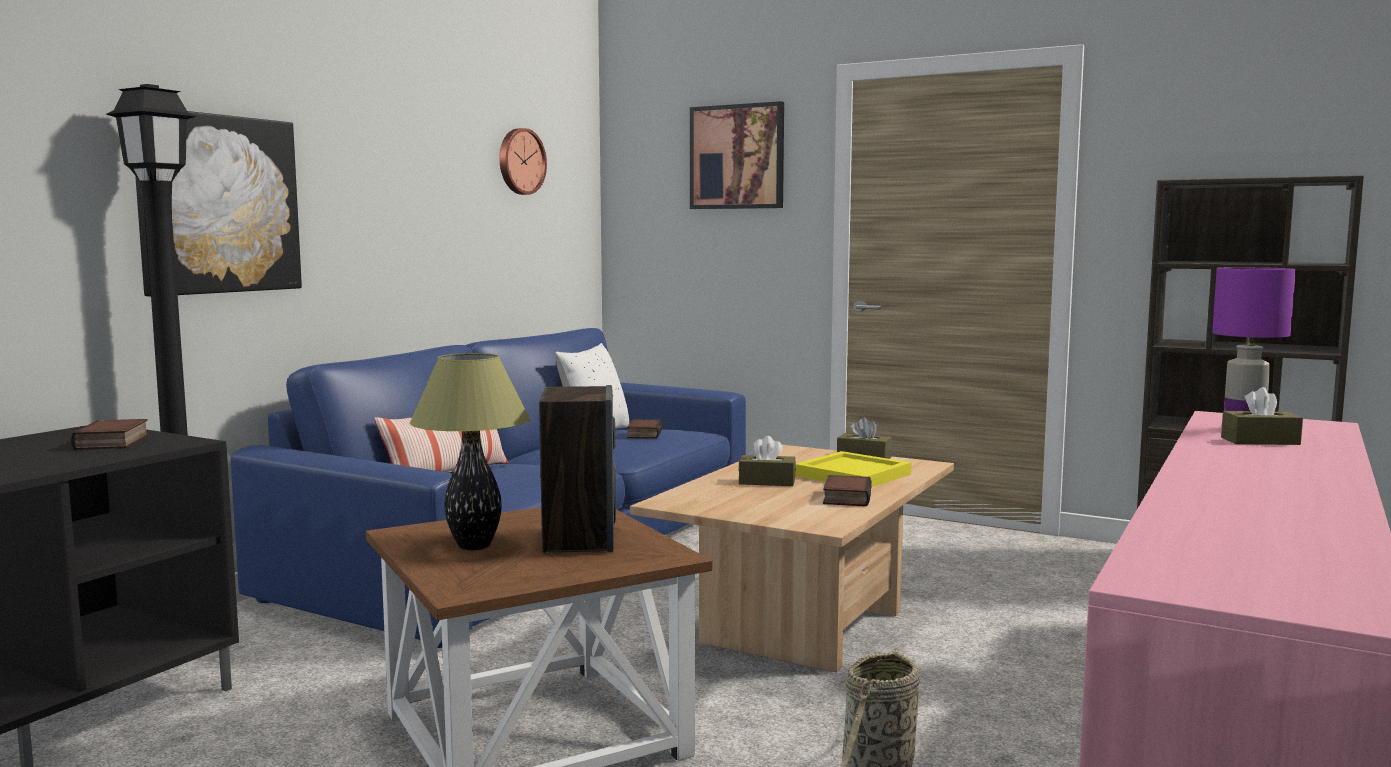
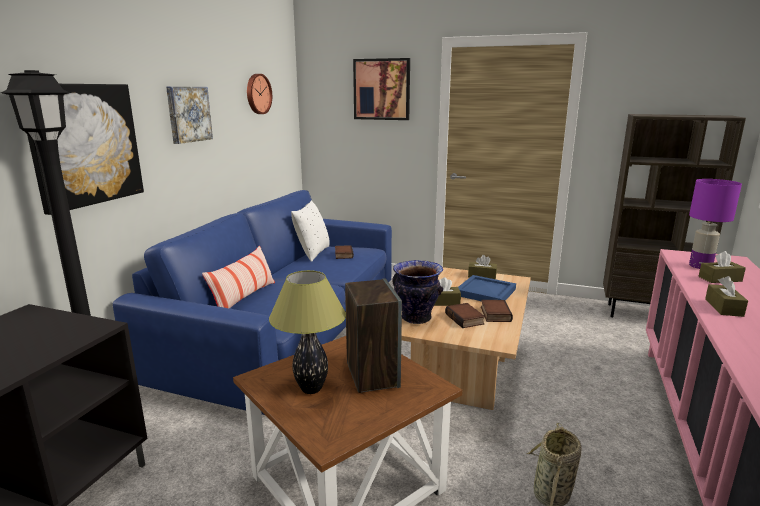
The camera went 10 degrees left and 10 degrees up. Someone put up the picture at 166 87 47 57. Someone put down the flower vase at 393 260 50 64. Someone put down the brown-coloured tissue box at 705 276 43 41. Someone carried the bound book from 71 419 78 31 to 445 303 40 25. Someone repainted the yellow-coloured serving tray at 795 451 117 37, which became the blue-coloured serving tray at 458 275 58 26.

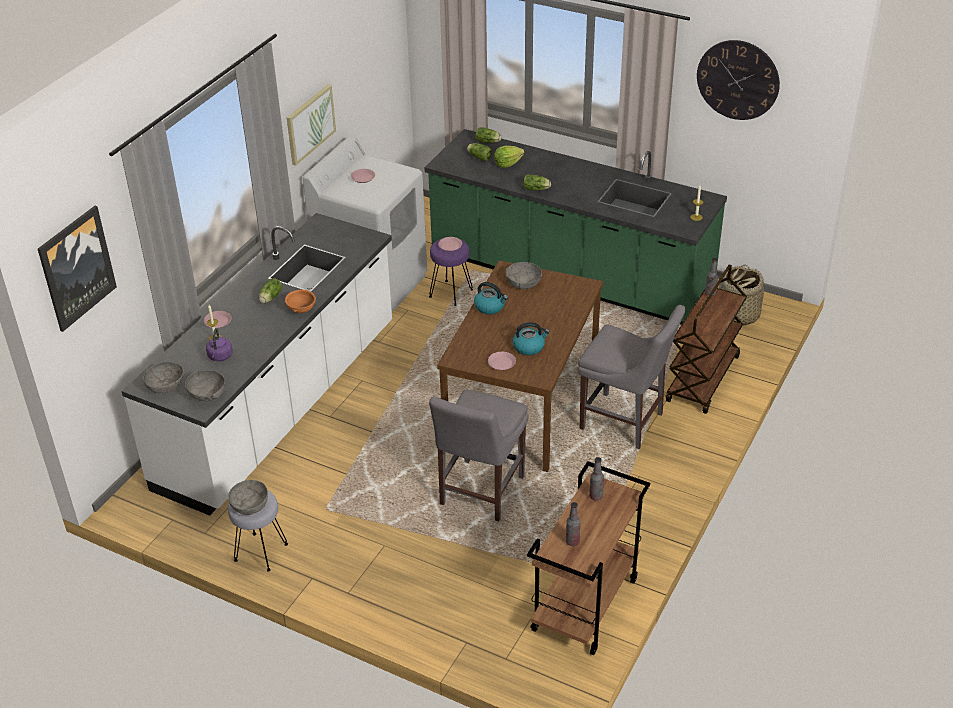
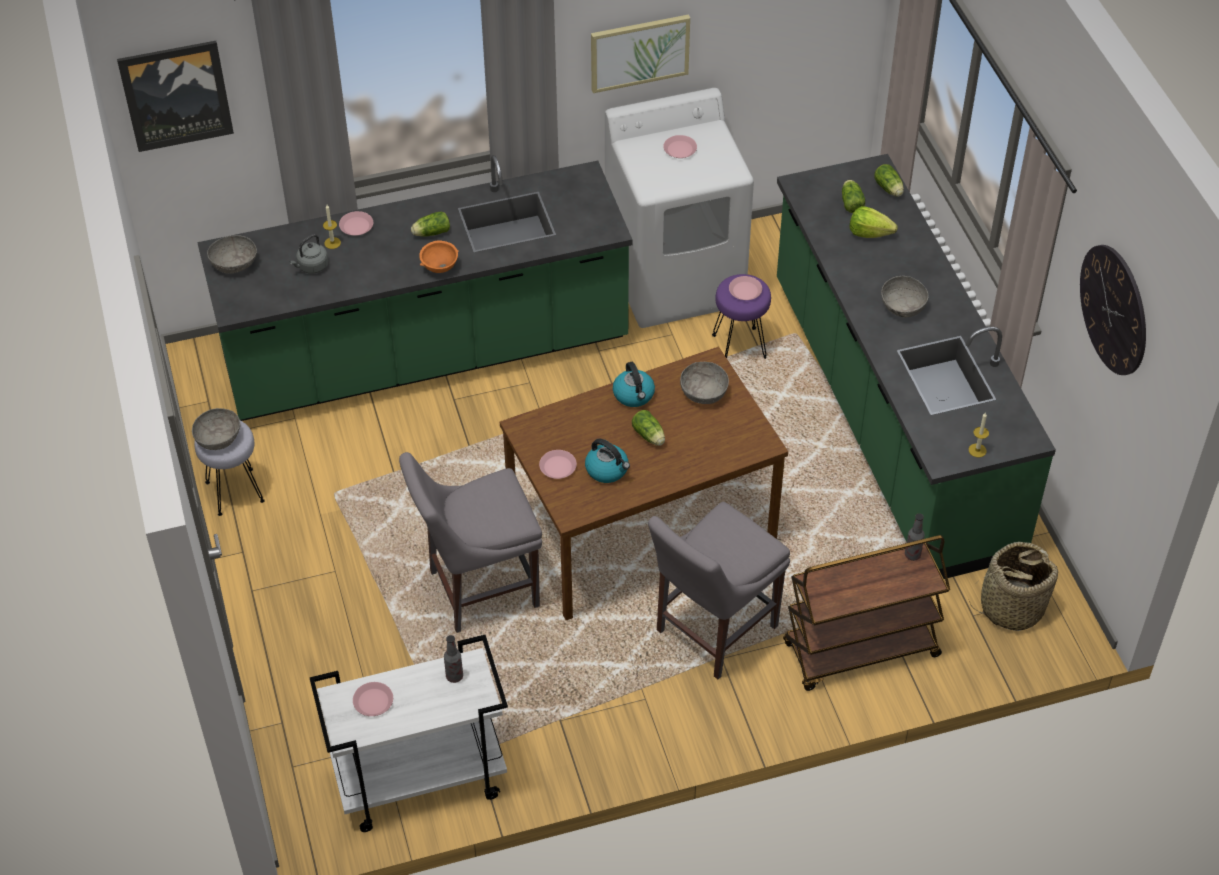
The camera went 45 degrees right and 10 degrees up. Someone carried the greyish serving bowl from 185 370 40 31 to 881 276 47 41. Someone carried the lettuce from 523 174 28 16 to 632 410 33 36. Someone swapped the beverage bottle at 566 502 14 44 for the pink-coloured plate at 353 682 40 34. Someone repainted the white counter at 121 213 271 303, which became the greenish counter at 197 155 435 266. Someone repainted the purplish water kettle at 206 328 27 33, which became the greyish water kettle at 289 234 39 40. Someone repainted the brown-coloured cart at 527 461 123 194, which became the white cart at 310 635 198 197. Someone rotated the greyish chair at 578 305 107 144 by 60 degrees clockwise.

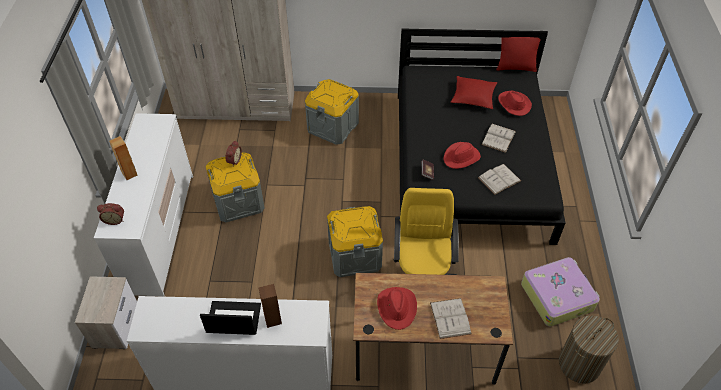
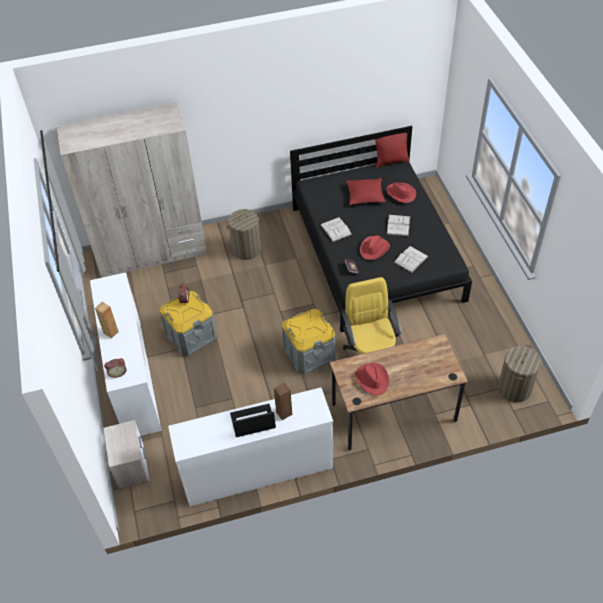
The camera went 15 degrees left and 0 degrees up. Someone took away the suitcase at 521 257 79 70. Someone carried the white bound book from 430 298 42 41 to 320 217 32 25. Someone swapped the greyish storage box at 305 79 54 66 for the hamper at 226 209 35 51.

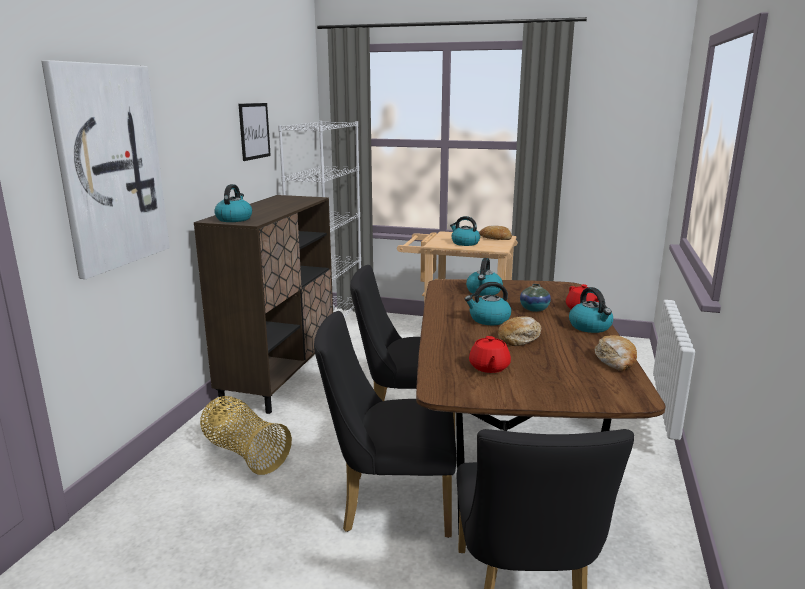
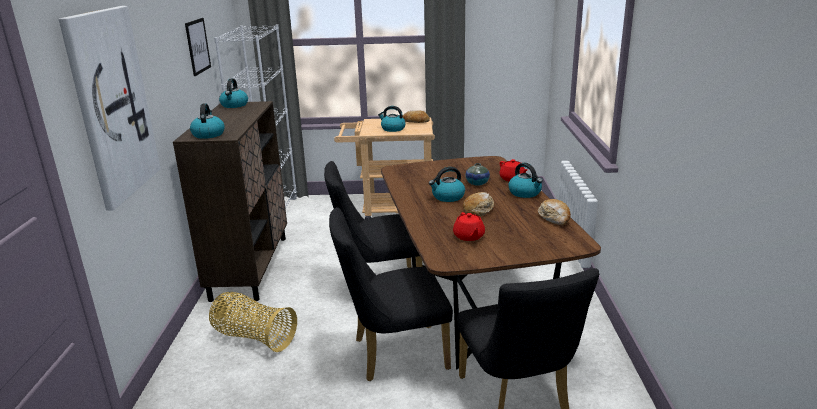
The camera went 15 degrees left and 5 degrees up. Someone carried the water kettle from 466 258 37 38 to 219 79 29 29.

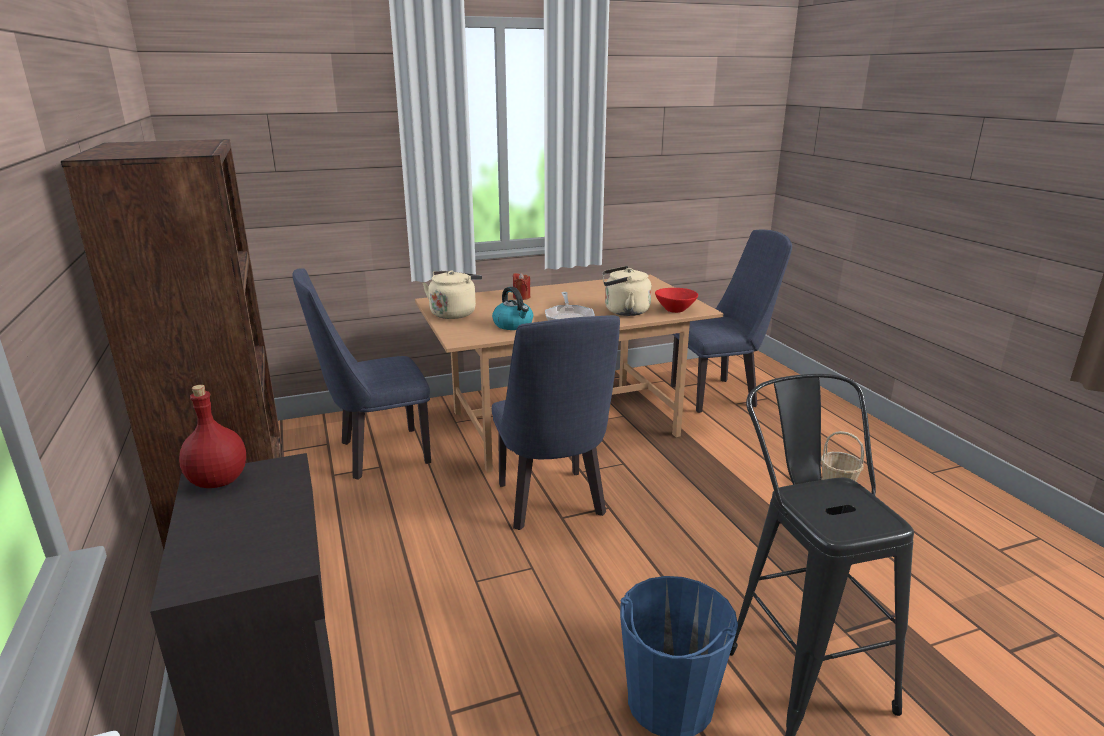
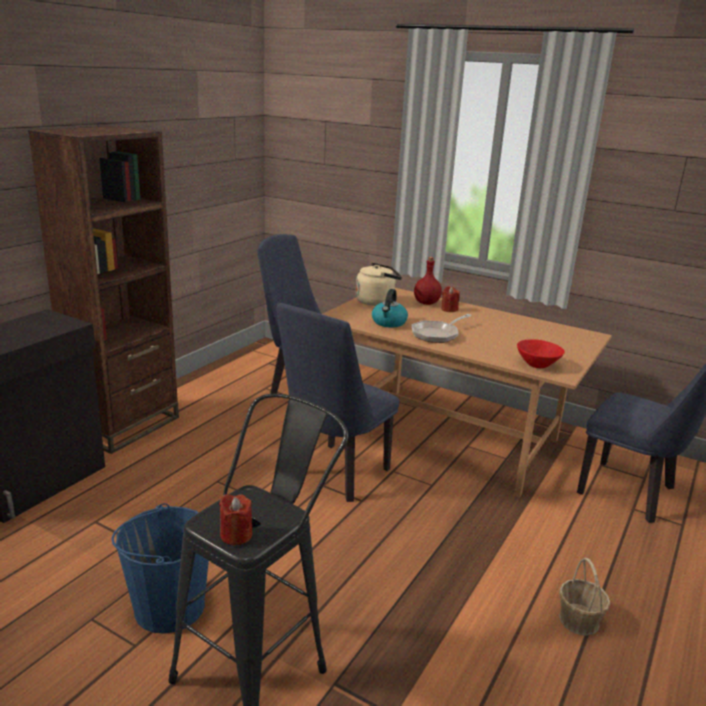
The camera went 50 degrees right and 0 degrees up. Someone took away the sand-coloured water kettle at 602 266 50 50. Someone put down the red-coloured candle at 219 494 33 51. Someone carried the red-coloured beverage bottle from 179 385 67 103 to 414 257 28 48.

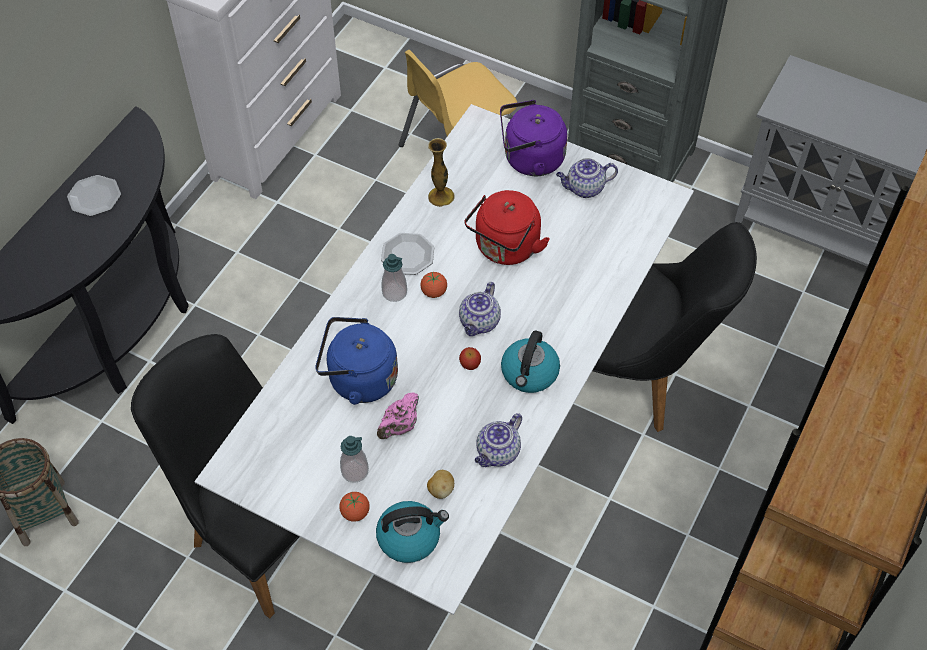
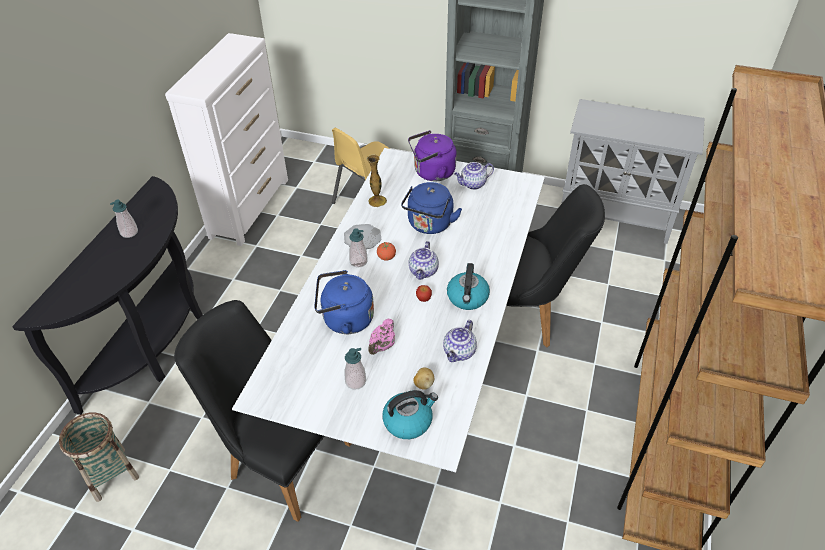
The camera went 10 degrees left and 10 degrees down. Someone took away the whole tomato at 339 492 31 30. Someone swapped the plate at 67 175 54 41 for the liquid soap bottle at 110 200 28 38. Someone repainted the red-coloured water kettle at 464 190 86 75, which became the blue-coloured water kettle at 401 182 61 52.

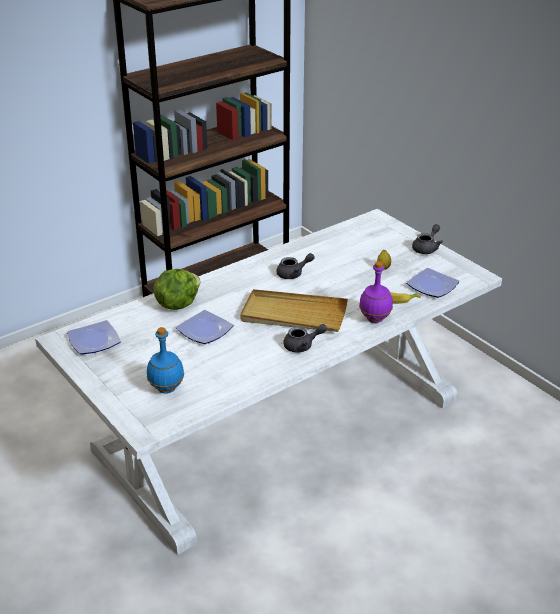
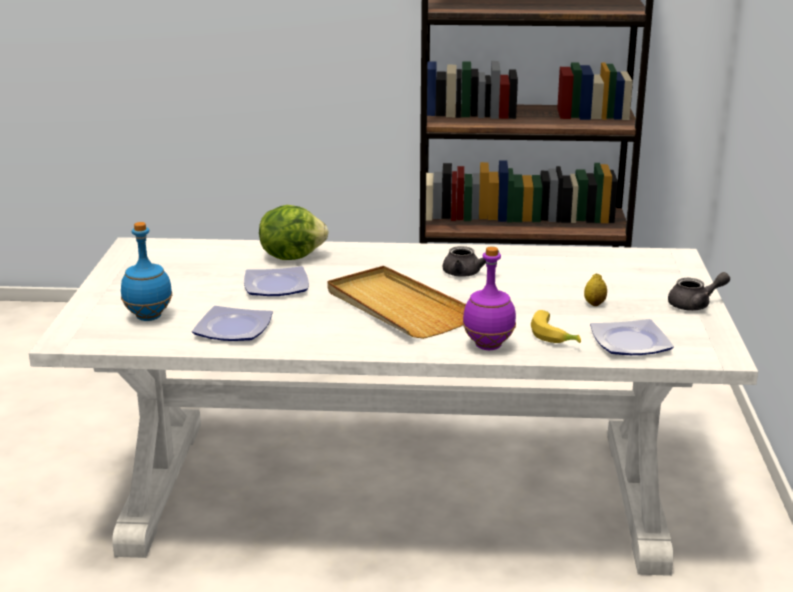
The camera went 40 degrees right and 10 degrees down. Someone took away the greyish teapot at 283 324 44 29. Someone carried the plate from 67 320 54 34 to 192 306 81 35.

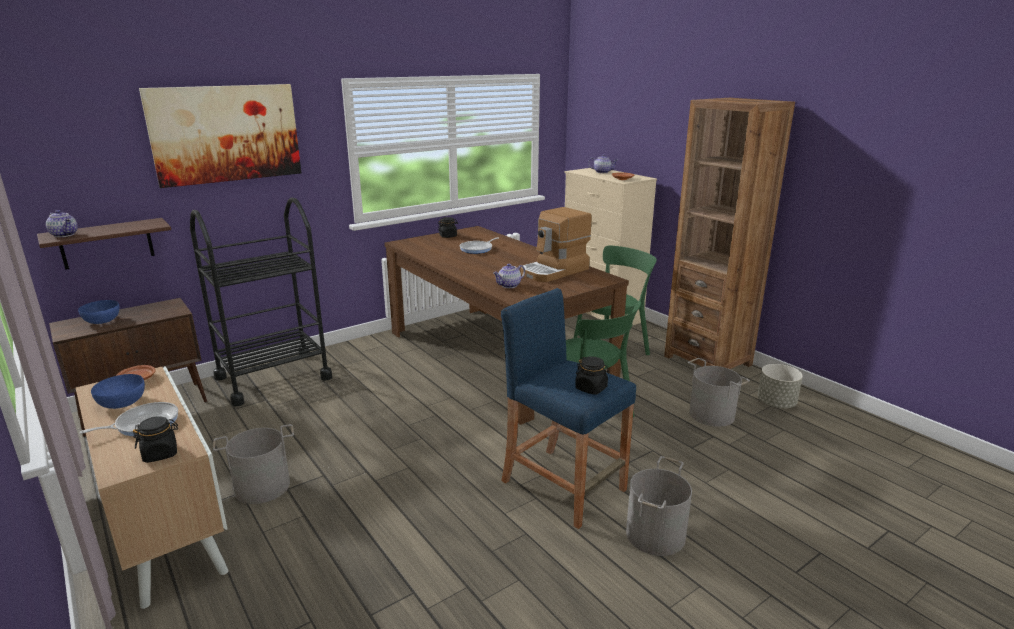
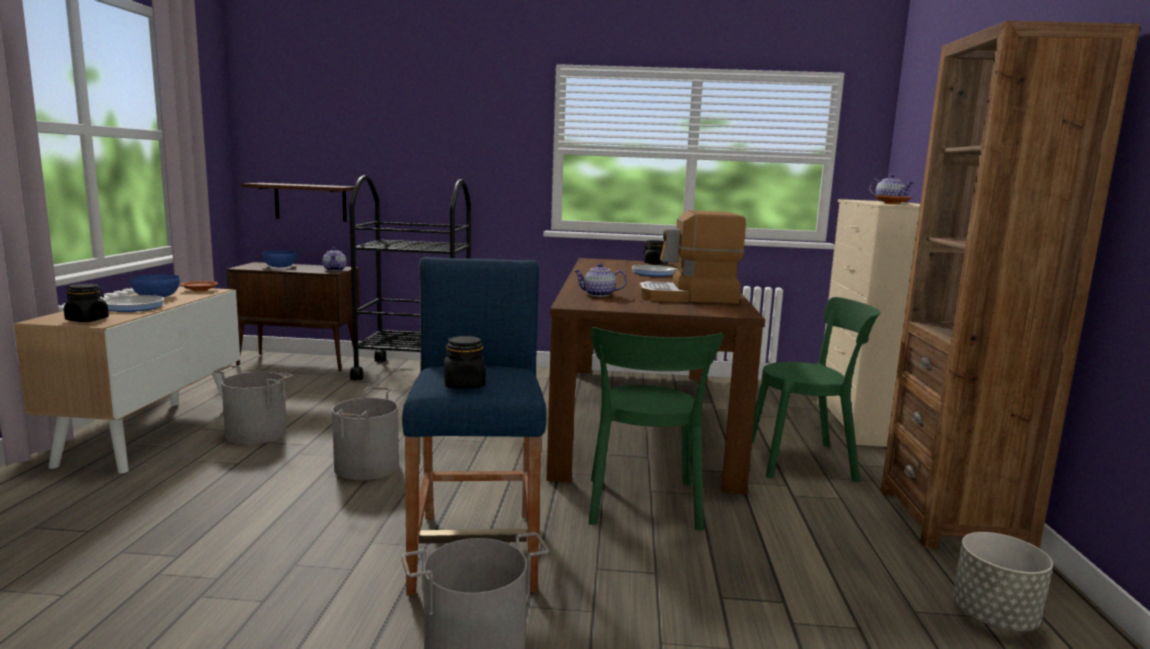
The camera went 40 degrees right and 10 degrees down. Someone took away the picture at 139 84 162 104. Someone carried the teapot from 46 210 32 27 to 322 248 25 23. Someone carried the greyish water bucket from 688 358 62 69 to 332 387 67 93.

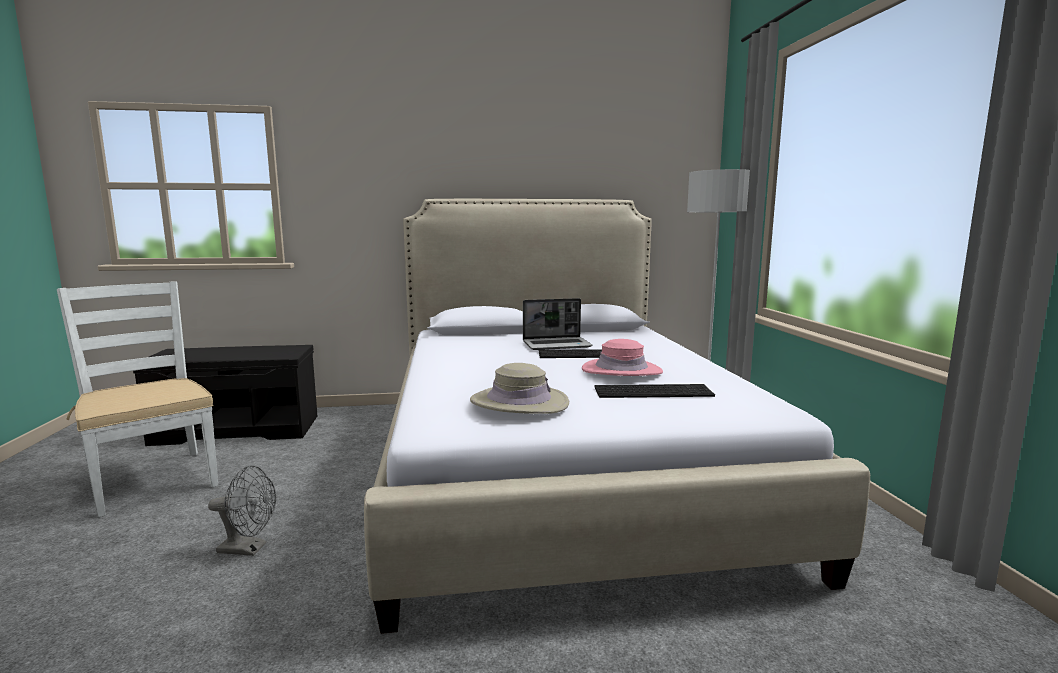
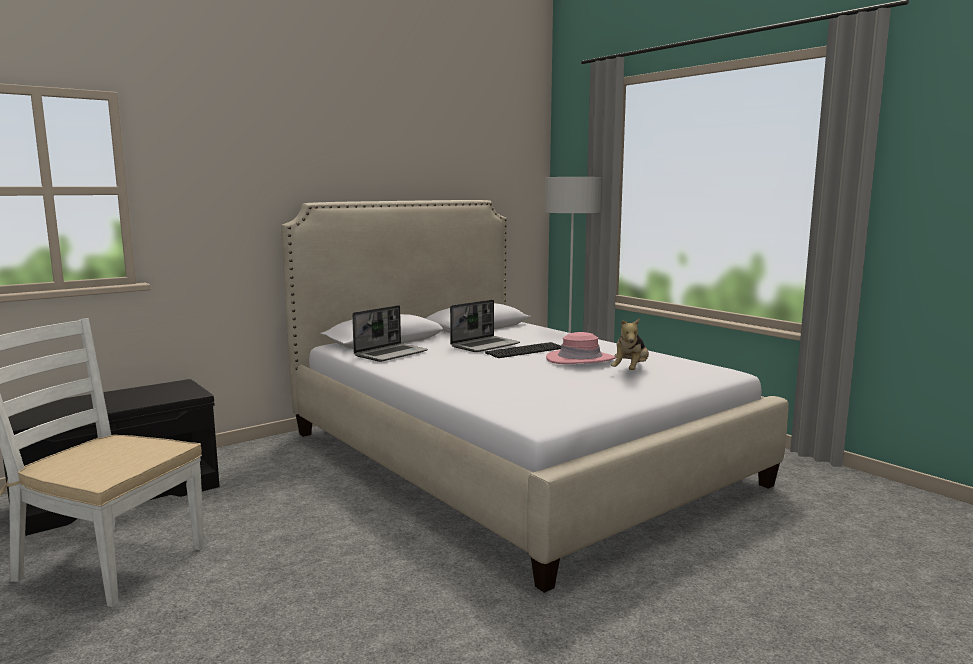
The camera went 30 degrees left and 0 degrees up. Someone took away the greyish cooling fan at 208 465 68 91. Someone took away the sand-coloured wearable hat at 470 363 99 51. Someone put down the laptop at 352 305 76 57. Someone swapped the PC keyboard at 594 384 121 14 for the plush toy at 611 318 38 52.

